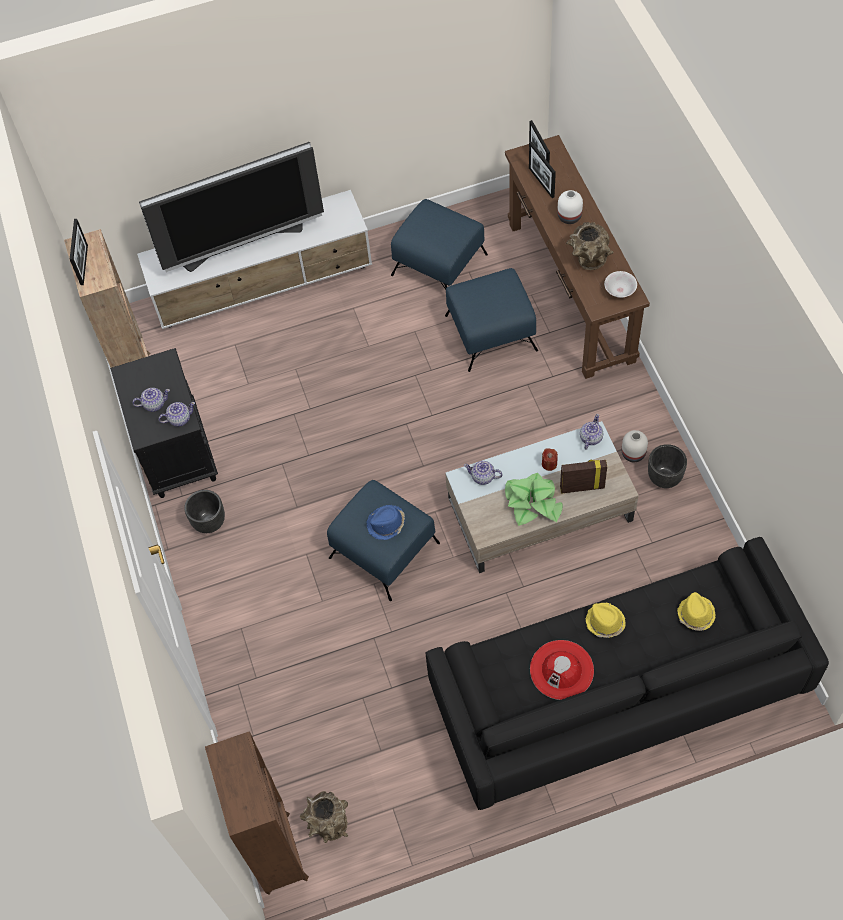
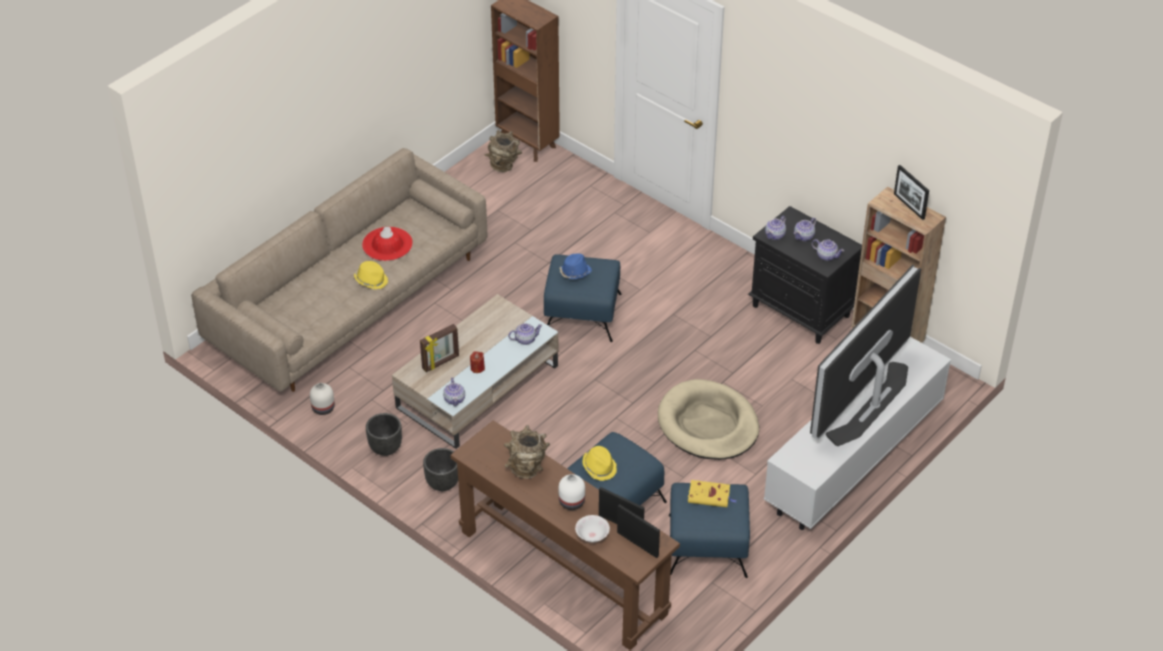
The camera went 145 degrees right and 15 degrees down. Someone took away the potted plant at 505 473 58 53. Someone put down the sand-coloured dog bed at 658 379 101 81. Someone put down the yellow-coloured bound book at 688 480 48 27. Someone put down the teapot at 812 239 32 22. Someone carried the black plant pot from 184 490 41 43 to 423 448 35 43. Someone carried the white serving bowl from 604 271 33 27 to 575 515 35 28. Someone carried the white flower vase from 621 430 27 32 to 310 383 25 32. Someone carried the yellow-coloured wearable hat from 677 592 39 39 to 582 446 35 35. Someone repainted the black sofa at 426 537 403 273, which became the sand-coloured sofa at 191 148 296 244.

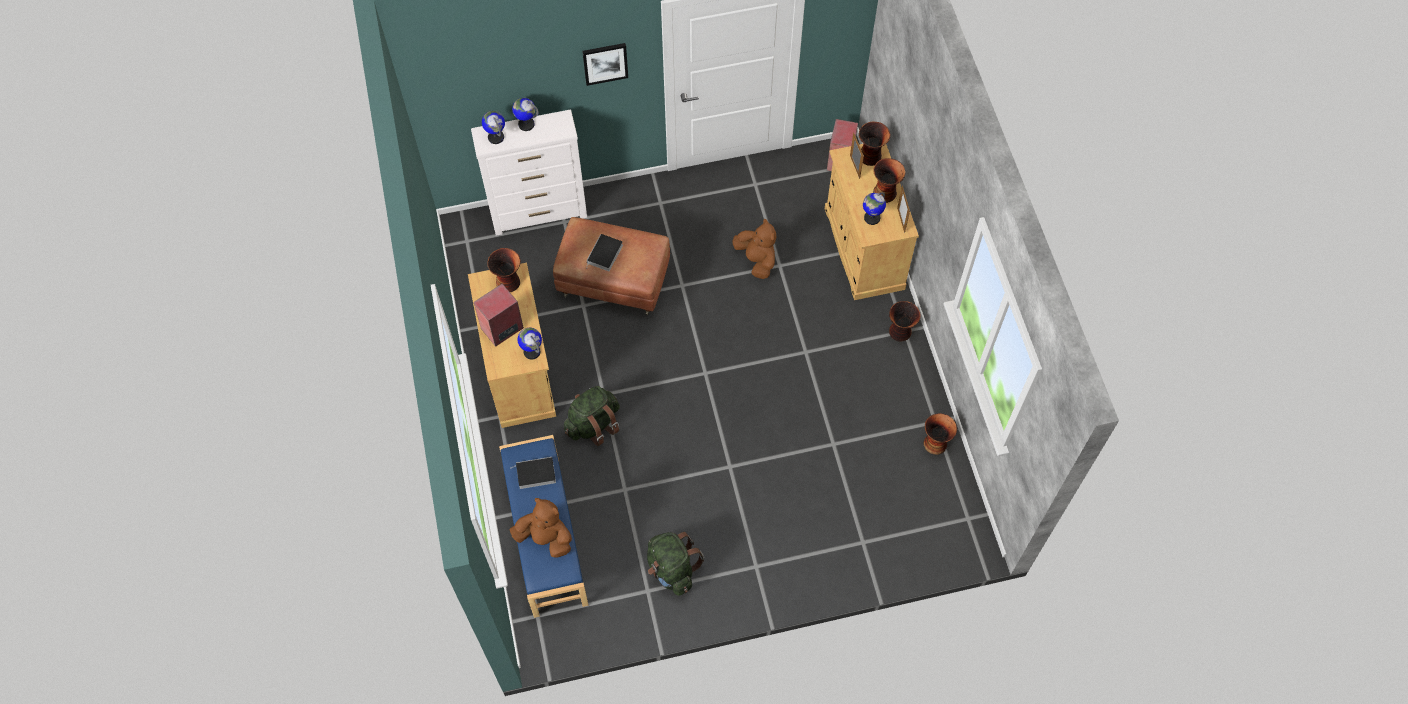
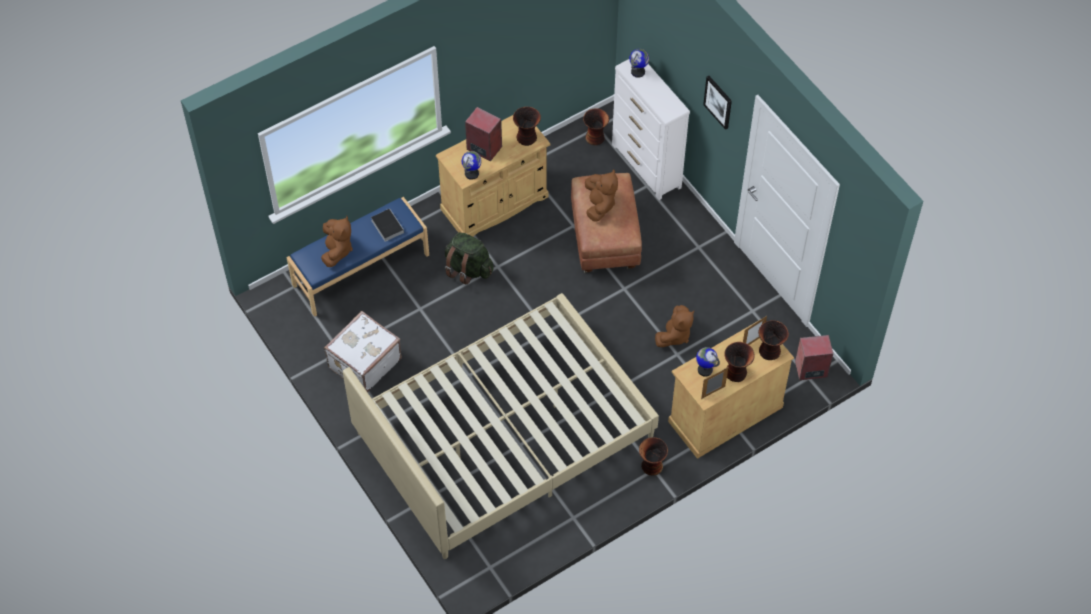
The camera went 70 degrees right and 5 degrees down. Someone took away the globe at 512 98 27 33. Someone put down the sand-coloured bed at 343 293 316 266. Someone carried the flower vase from 924 413 33 42 to 583 108 26 37. Someone swapped the bound book at 586 234 37 37 for the brown-coloured plush toy at 585 169 33 53. Someone swapped the greenish backpack at 647 532 58 64 for the white suitcase at 324 311 78 81.

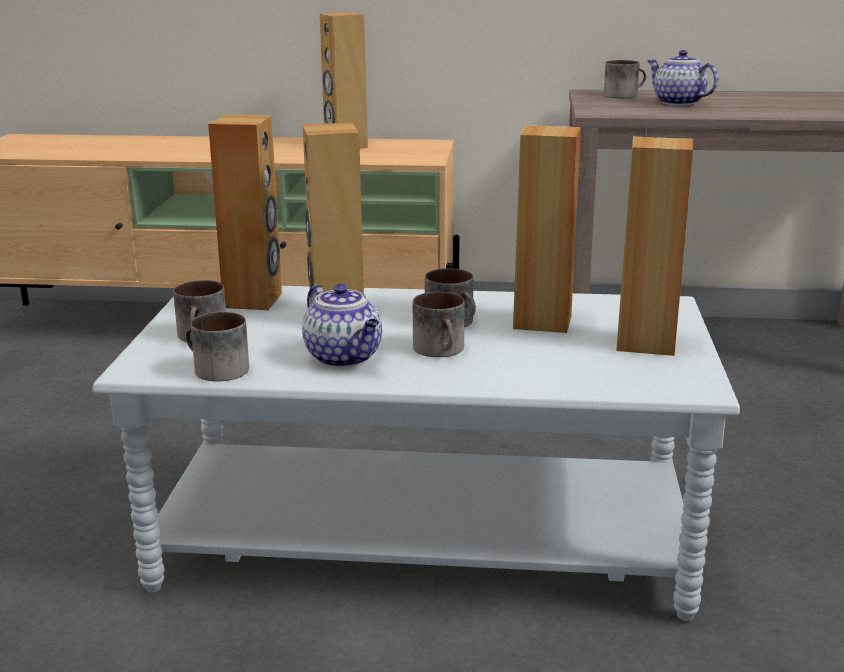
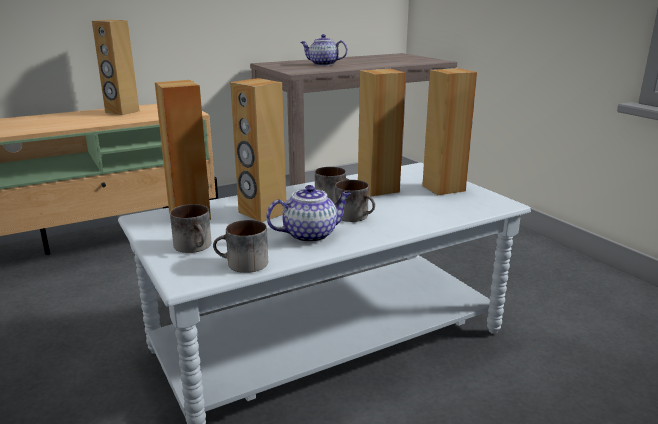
The camera went 35 degrees left and 0 degrees up. Someone took away the tea mug at 604 60 42 38. Someone rotated the teapot at 302 284 80 83 by 45 degrees counterclockwise.

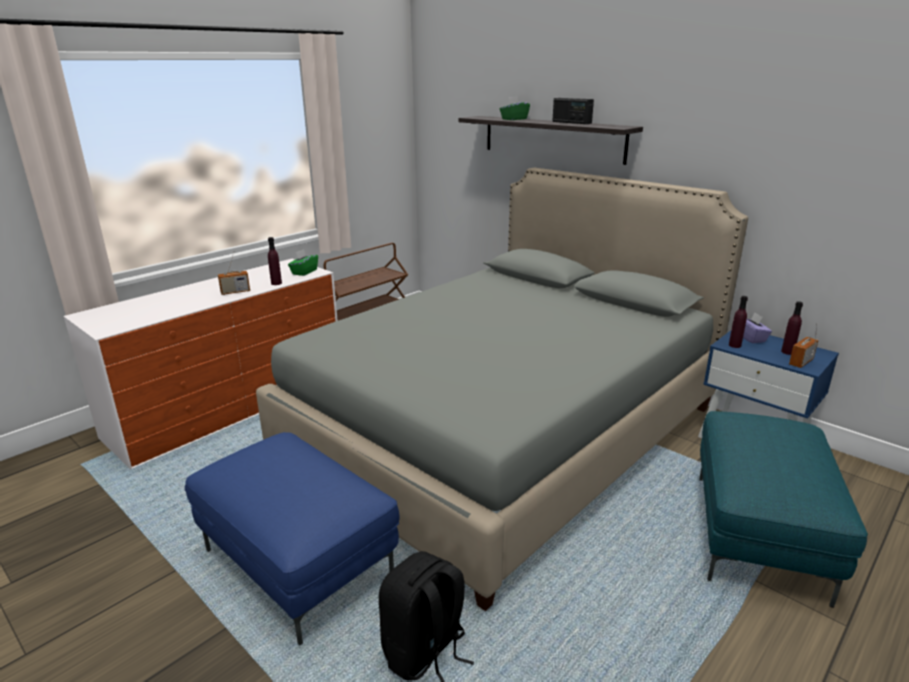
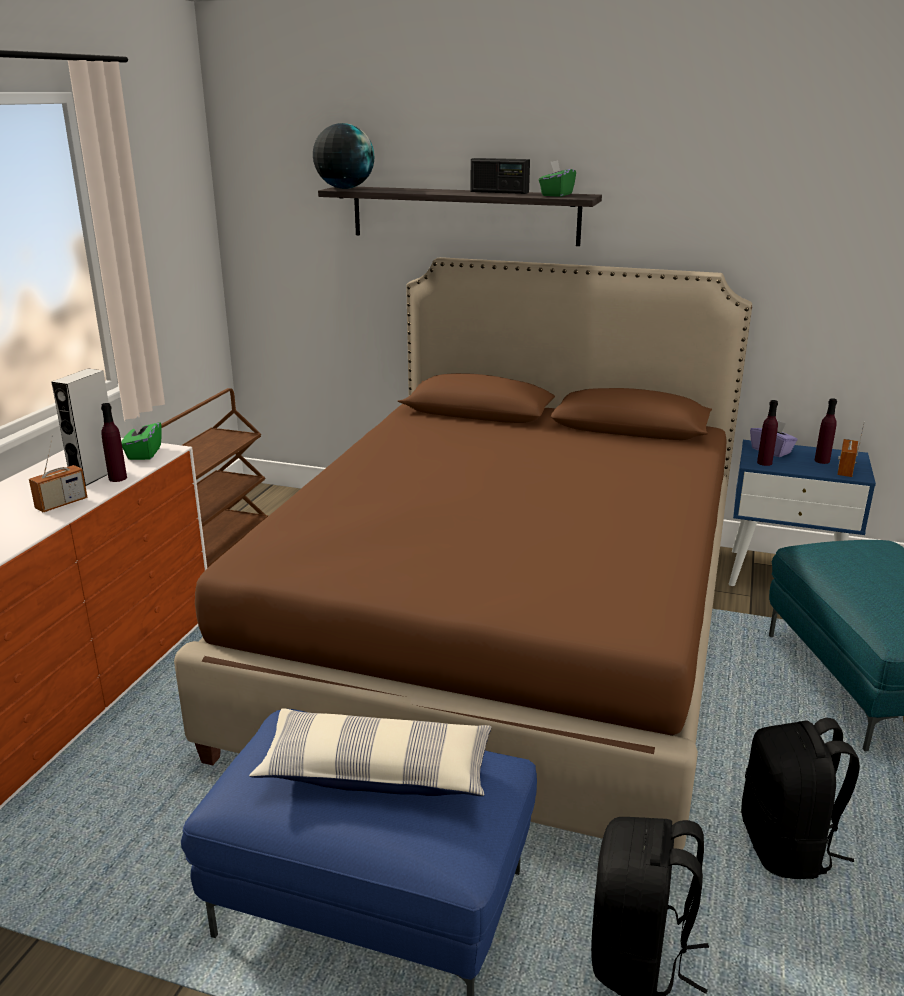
The camera went 25 degrees left and 0 degrees up. Someone put down the greyish speaker at 52 369 57 117. Someone put down the throw pillow at 249 708 242 88. Someone put down the globe at 313 123 61 66. Someone put down the black backpack at 741 718 119 161. Someone carried the greenish tissue box from 500 96 30 24 to 539 160 37 37. Someone repainted the greyish bed at 256 168 492 443, which became the brown-coloured bed at 174 257 578 593.

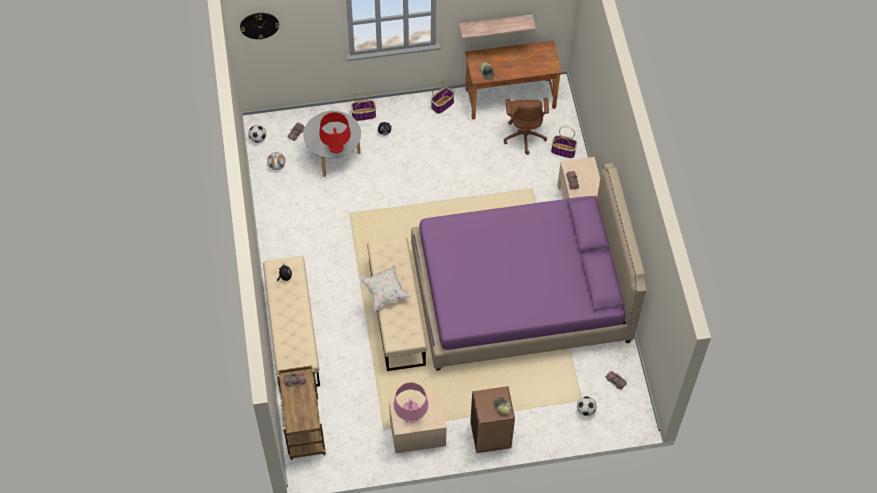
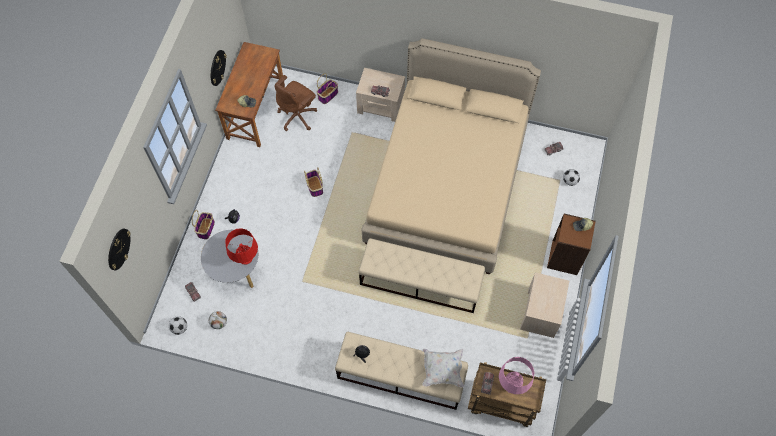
The camera went 65 degrees left and 5 degrees up. Someone carried the white throw pillow from 360 265 51 46 to 422 348 42 40. Someone carried the pink-coloured table lamp from 394 382 34 41 to 499 357 35 37. Someone carried the storage basket from 431 80 24 34 to 304 167 19 30. Someone swapped the bracket shelf at 459 14 77 25 for the wall clock at 211 50 16 36. Someone repainted the purplish bed at 411 163 235 208, which became the sand-coloured bed at 362 38 179 236. Someone rotated the brown-coloured desk chair at 504 98 45 57 by 105 degrees clockwise.

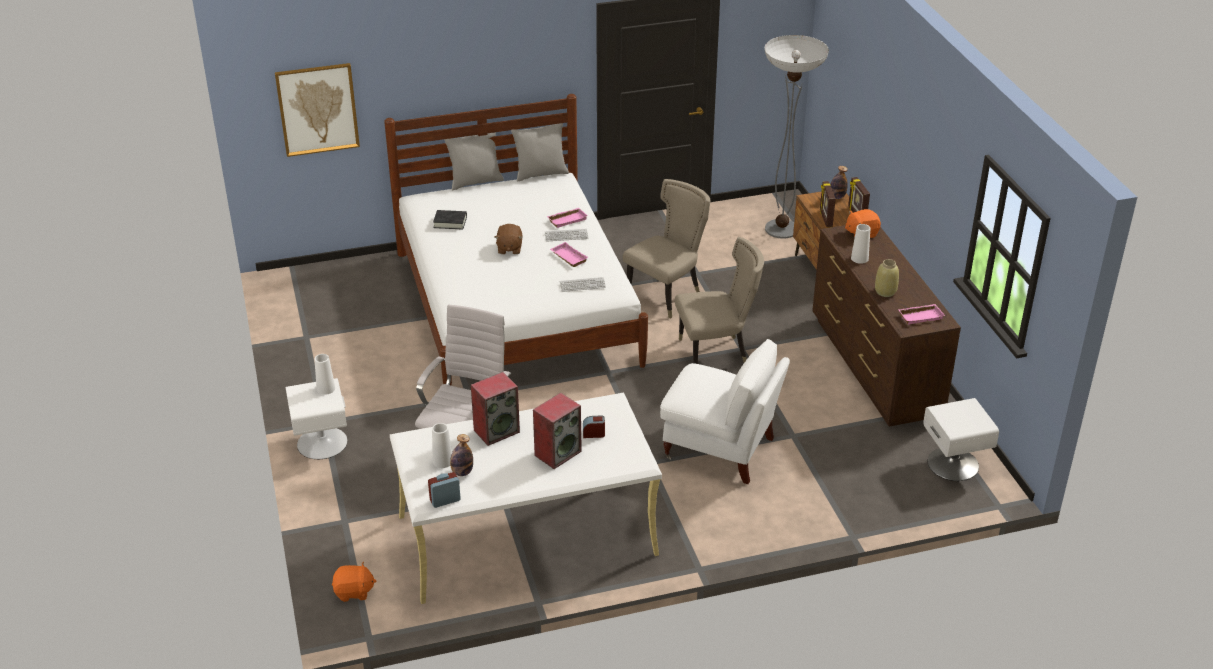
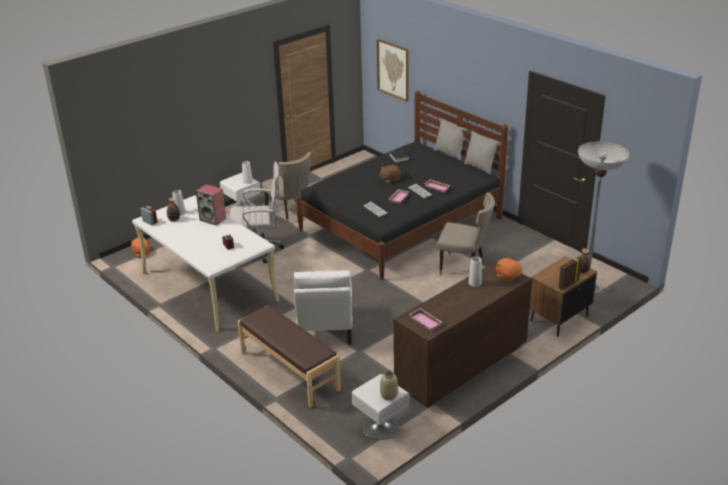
The camera went 65 degrees right and 5 degrees down. Someone took away the speaker at 533 393 49 76. Someone took away the photo frame at 820 181 16 46. Someone put down the brown-coloured long seat at 237 305 104 103. Someone carried the sand-coloured chair from 675 237 89 127 to 261 152 50 73. Someone carried the sand-coloured flower vase from 875 259 24 38 to 380 370 18 30. Someone repainted the white bed at 384 94 264 292, which became the black bed at 296 91 212 189.

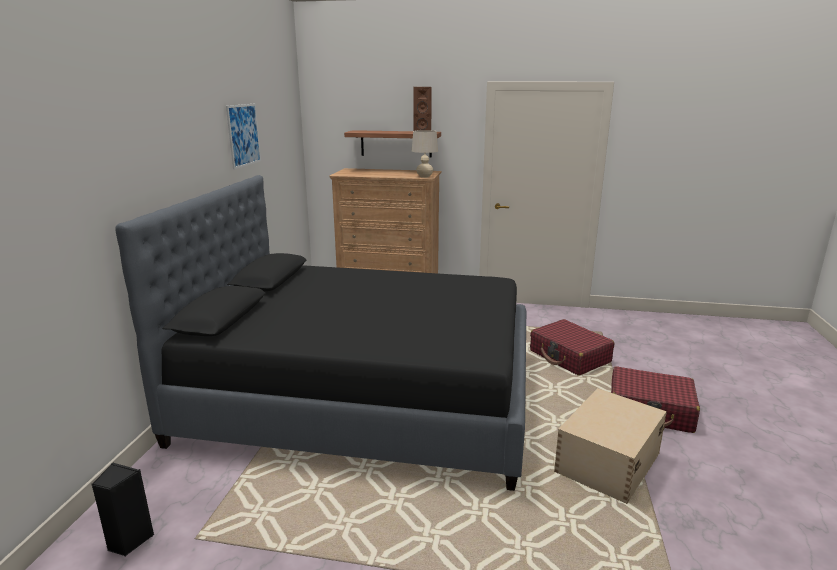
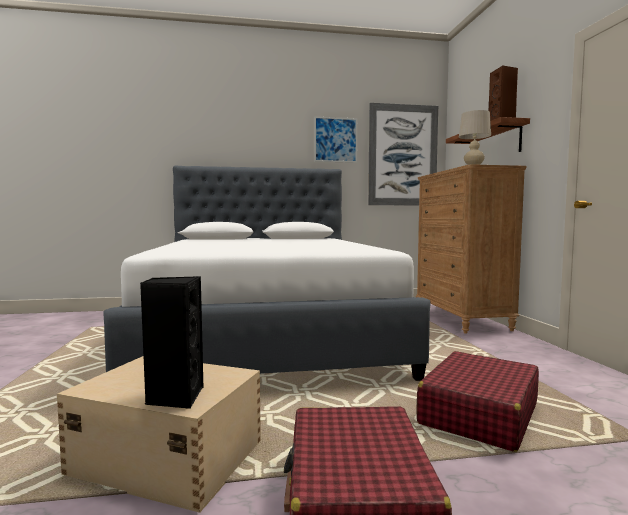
The camera went 70 degrees right and 15 degrees down. Someone put up the picture at 368 103 70 103. Someone carried the black speaker from 91 462 63 94 to 140 276 63 133. Someone repainted the black bed at 115 175 411 316, which became the white bed at 104 166 327 215.

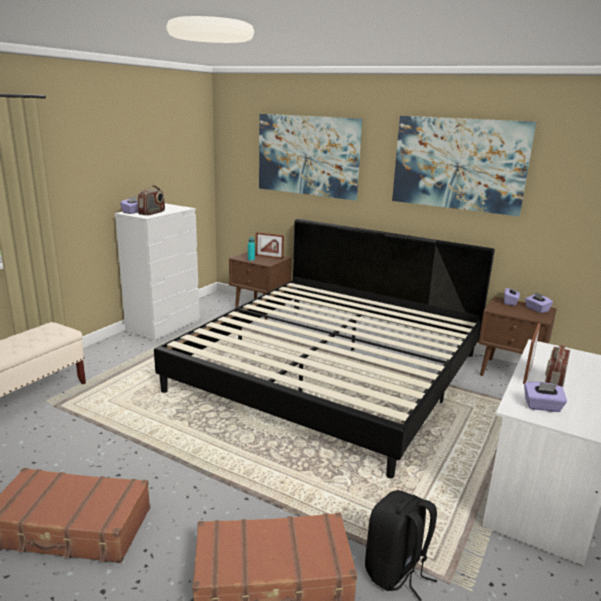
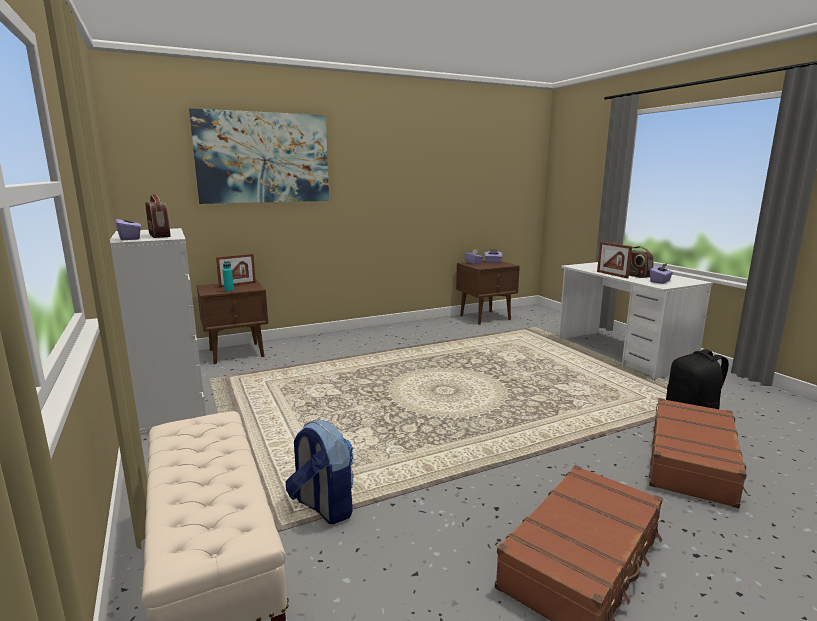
The camera went 55 degrees left and 5 degrees down. Someone took away the bed at 154 219 341 259. Someone took away the picture at 392 116 144 100. Someone put down the backpack at 286 420 67 104.

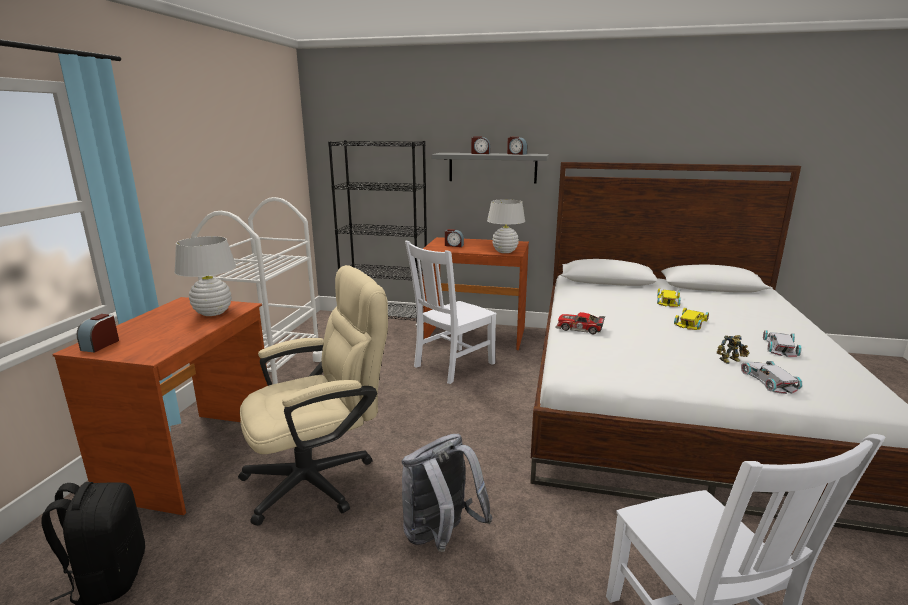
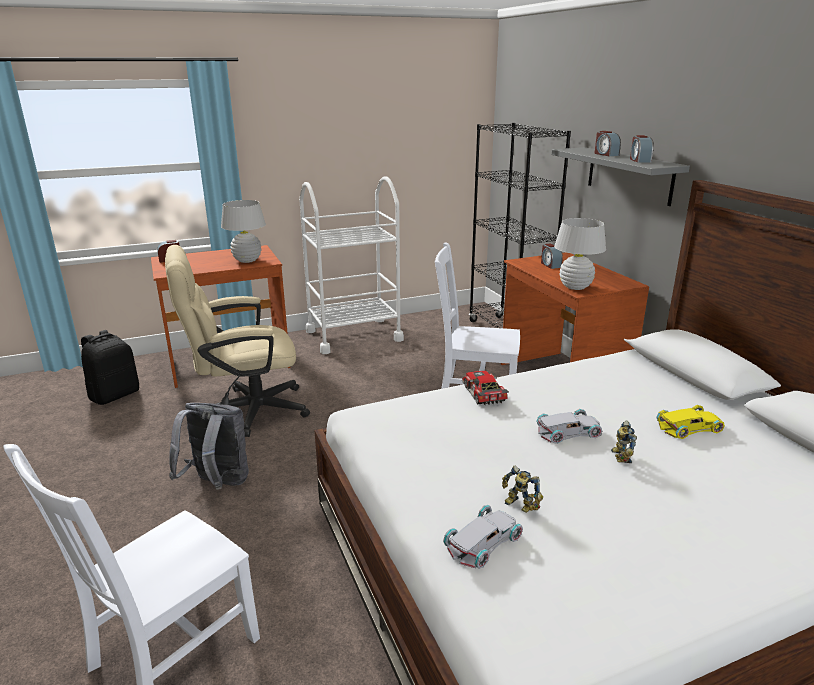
The camera went 55 degrees right and 5 degrees up. Someone carried the white model car from 763 330 39 27 to 536 409 66 35. Someone swapped the yellow-coloured model car at 674 308 35 22 for the robot figure at 611 420 26 43. Someone rotated the sand-coloured desk chair at 238 265 150 261 by 135 degrees clockwise.

